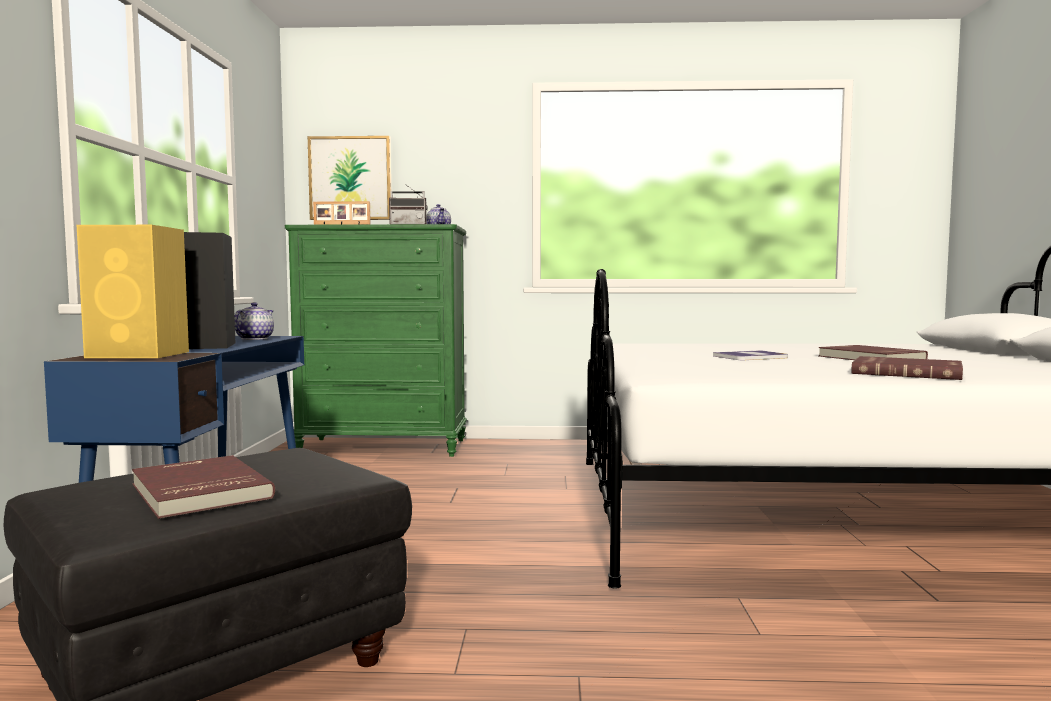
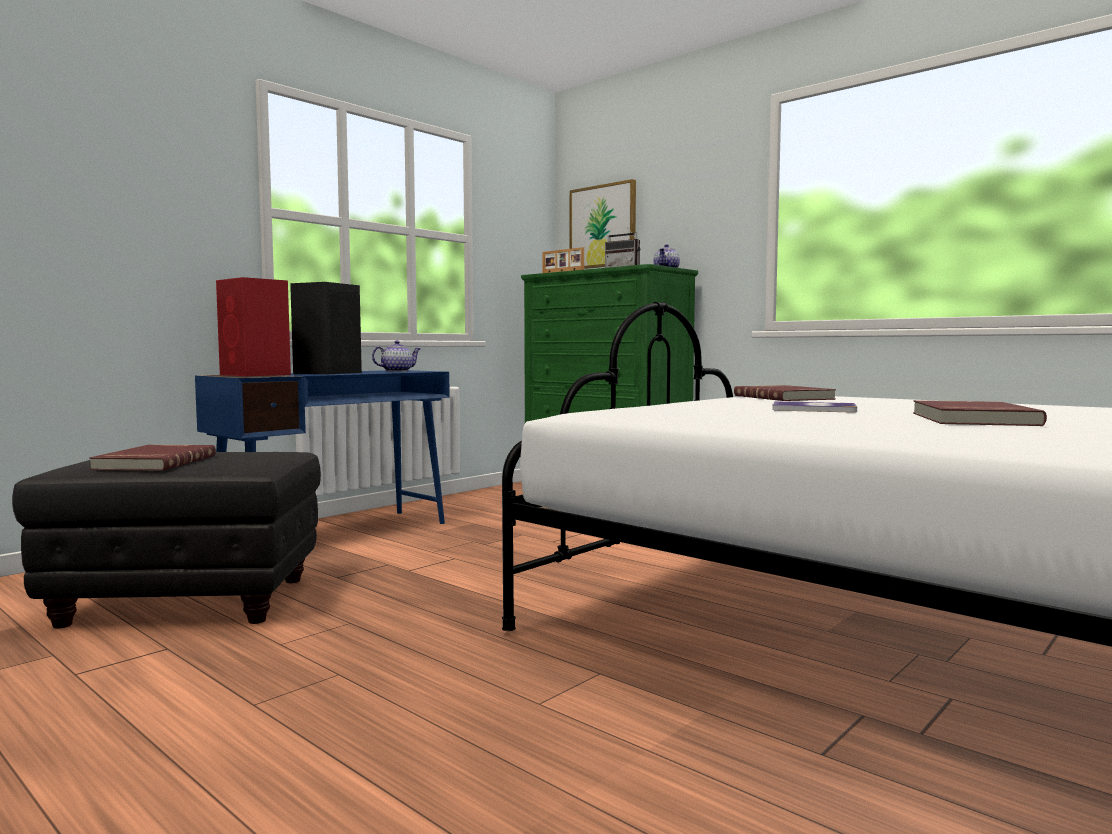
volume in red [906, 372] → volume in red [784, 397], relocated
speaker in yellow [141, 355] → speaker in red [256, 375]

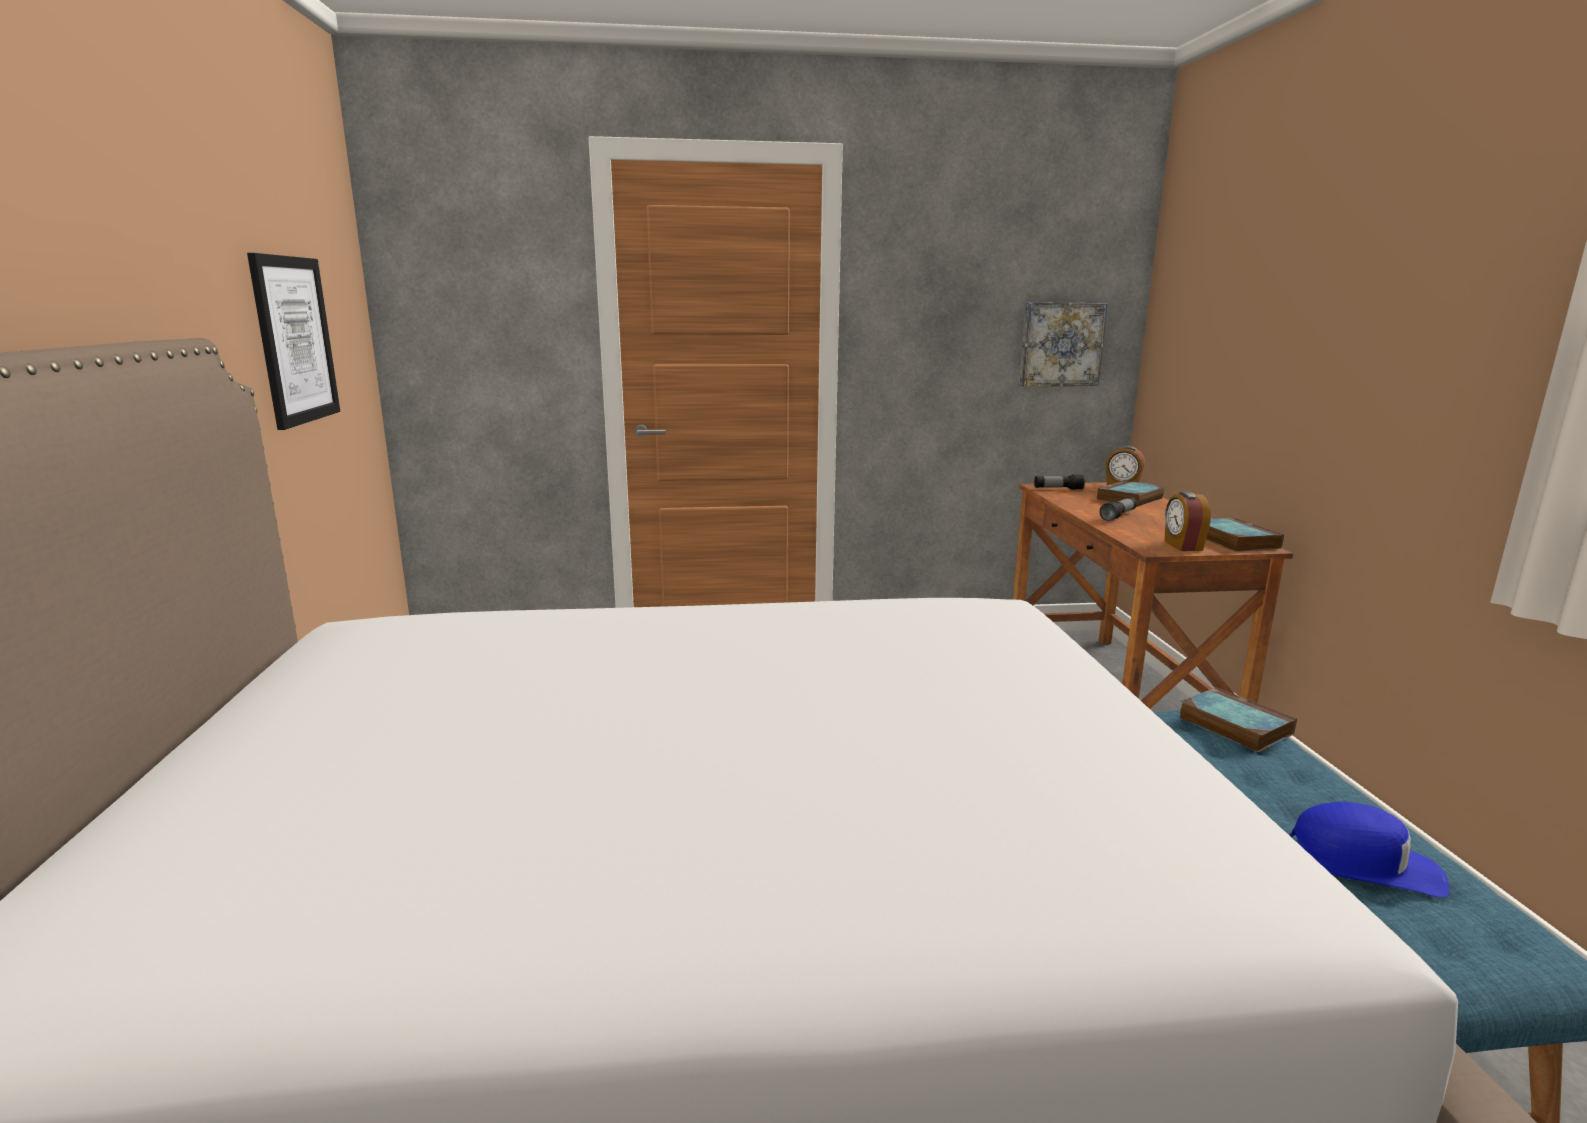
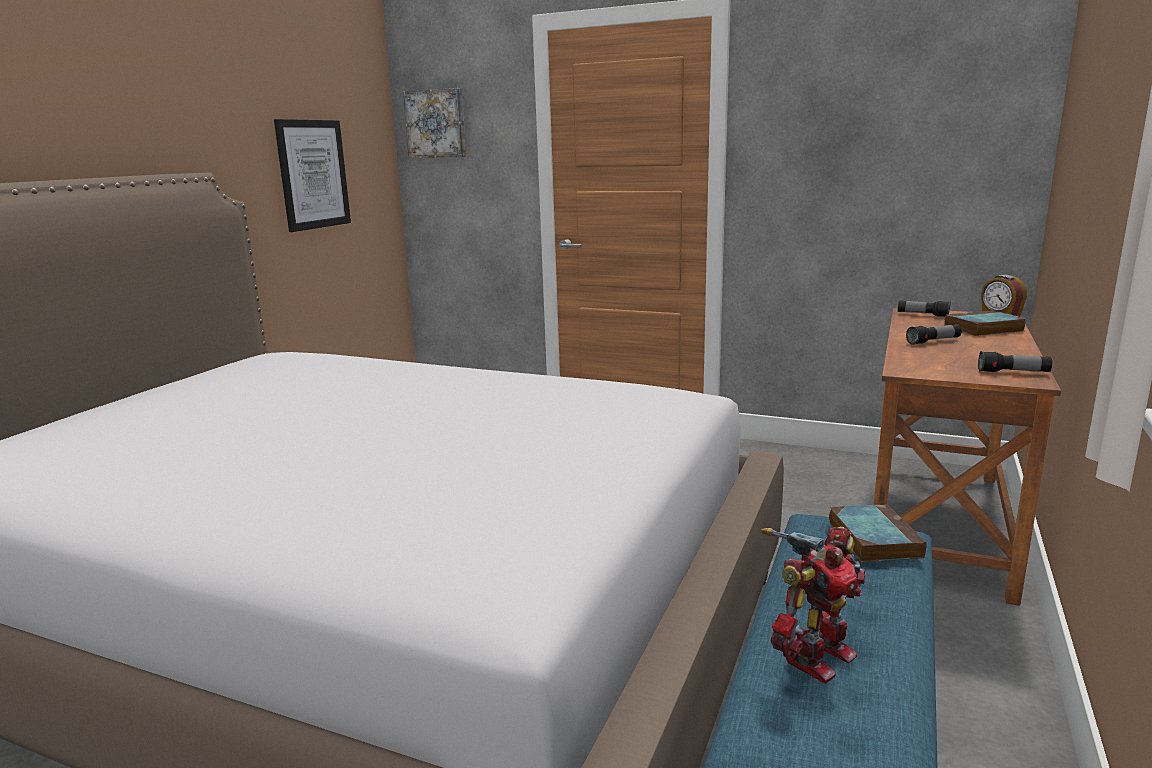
alarm clock [1182, 546] → -
wall picture [1060, 344] → wall picture [436, 123], relocated
volume [1232, 540] → torch [1013, 372]
peaked cap in blue [1364, 863] → robot figure [815, 656]

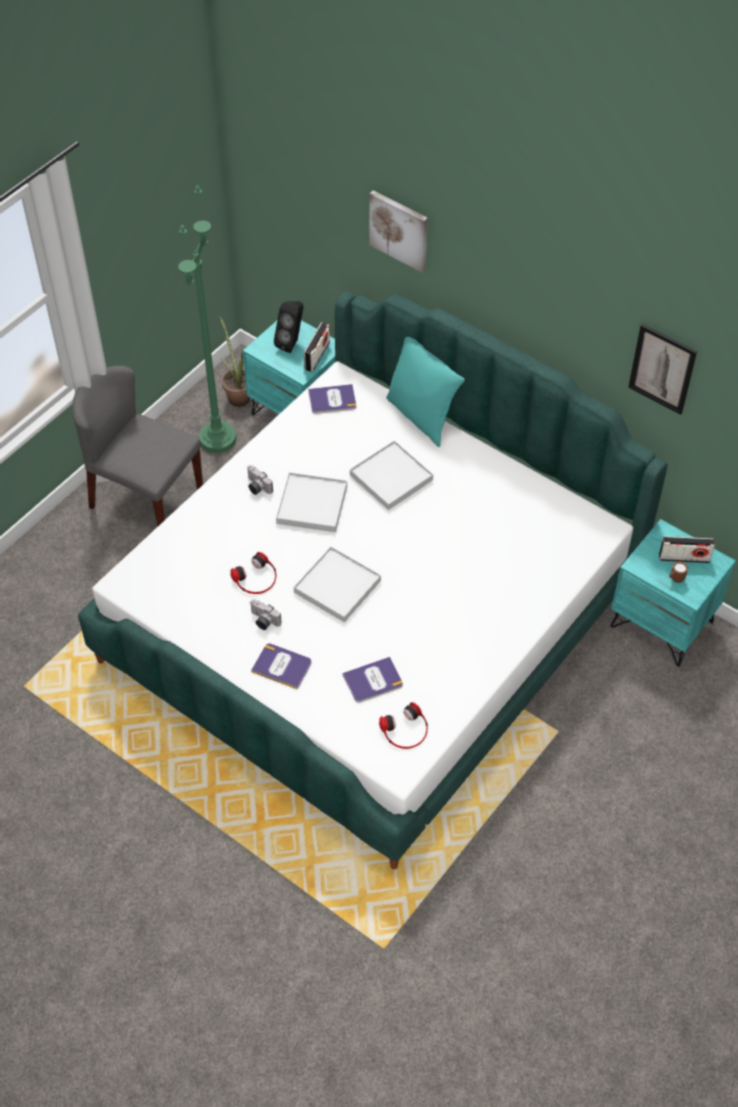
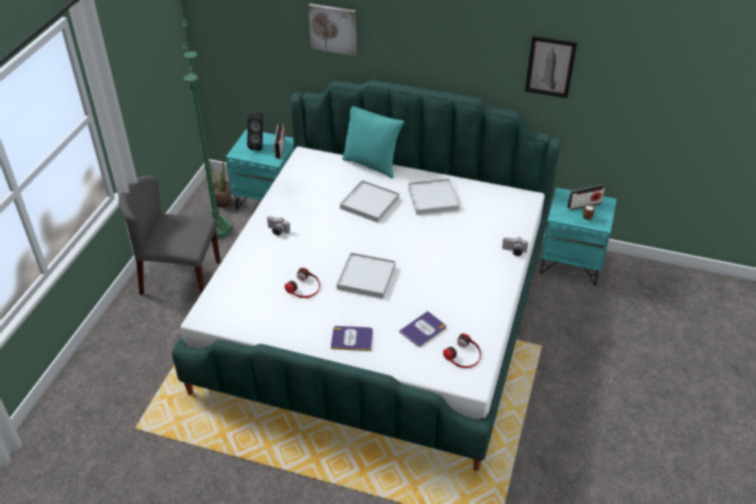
volume [332, 400] → -
photo camera [263, 621] → photo camera [514, 251], relocated
carrying tray in white [311, 504] → carrying tray in white [432, 199], relocated

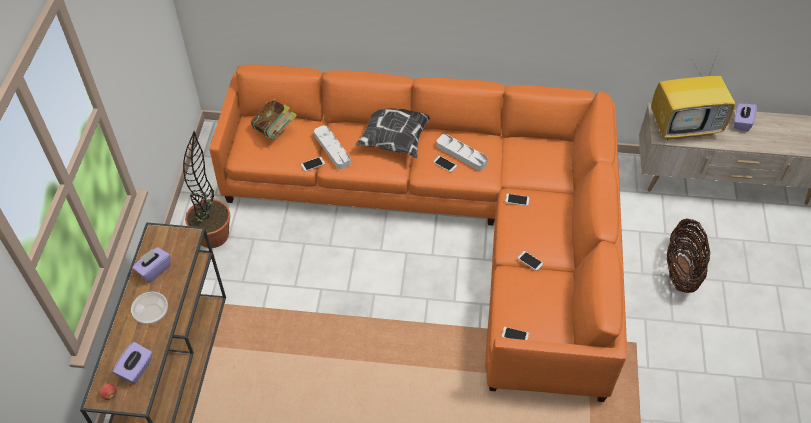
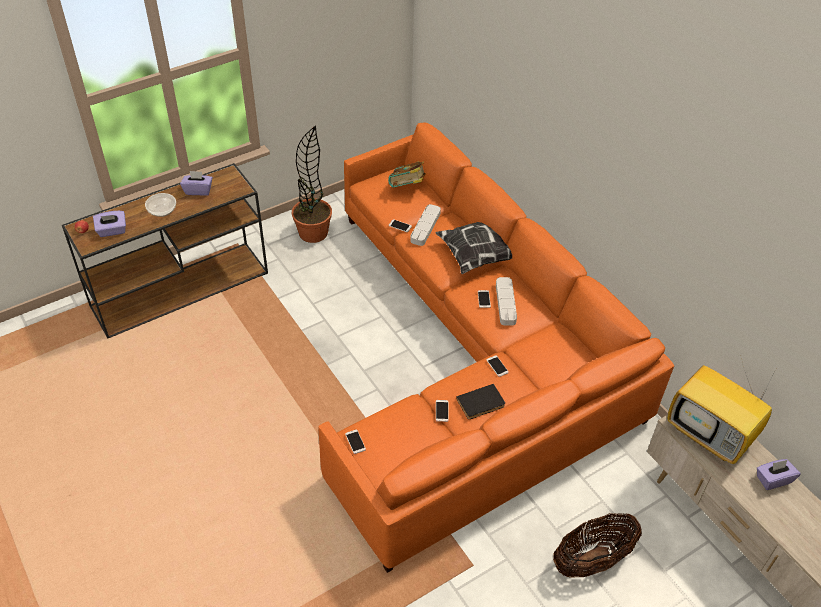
- → volume in blackish [481, 404]

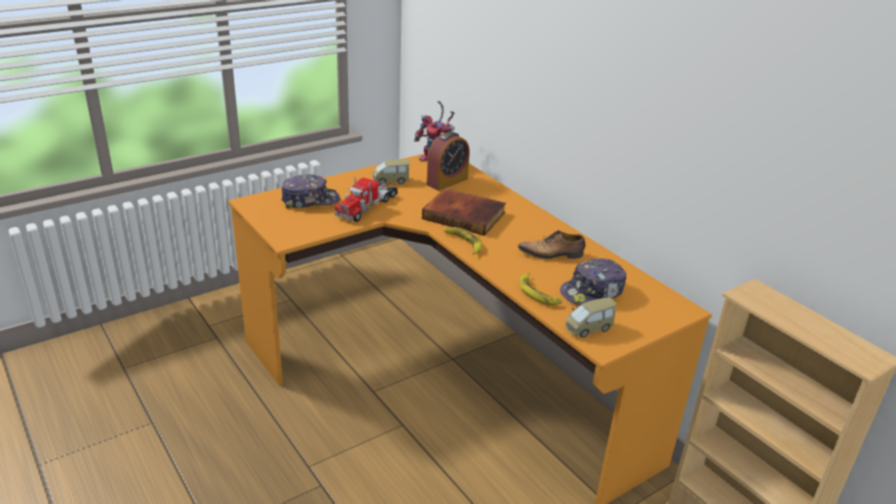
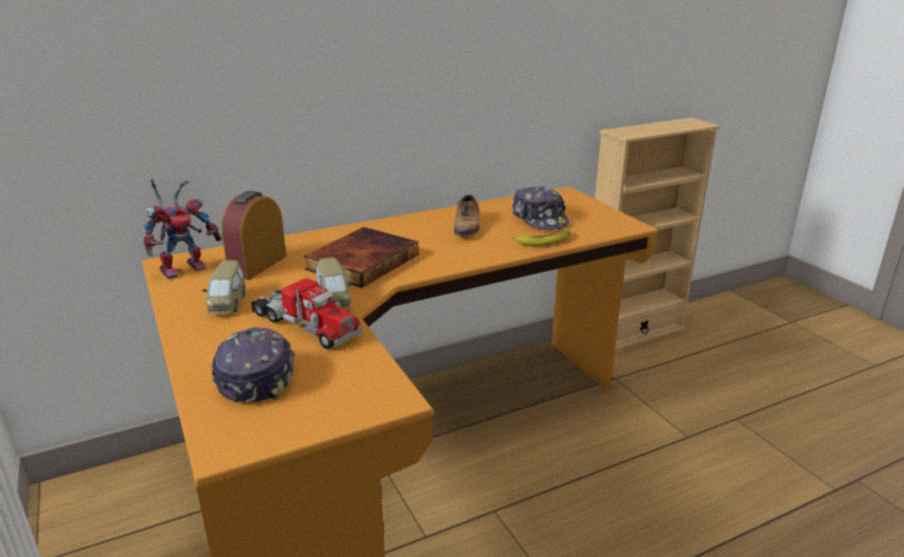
banana fruit [463, 242] → -
miniature car [588, 328] → miniature car [334, 300], relocated
alarm clock [447, 181] → alarm clock [258, 265], 120 degrees counterclockwise

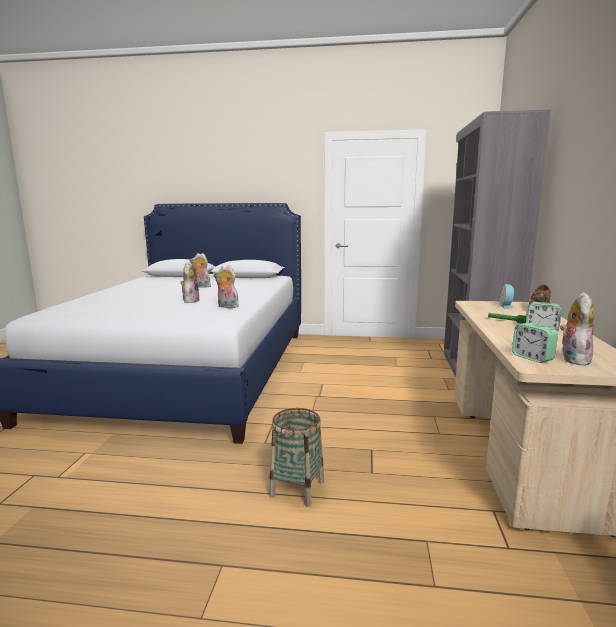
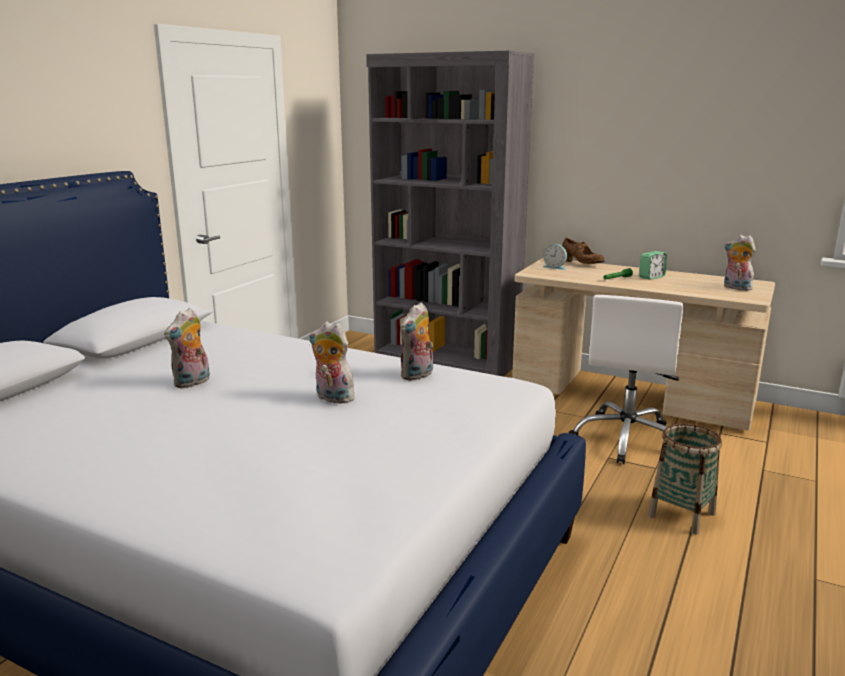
alarm clock [532, 358] → -
- → desk chair in white [626, 439]

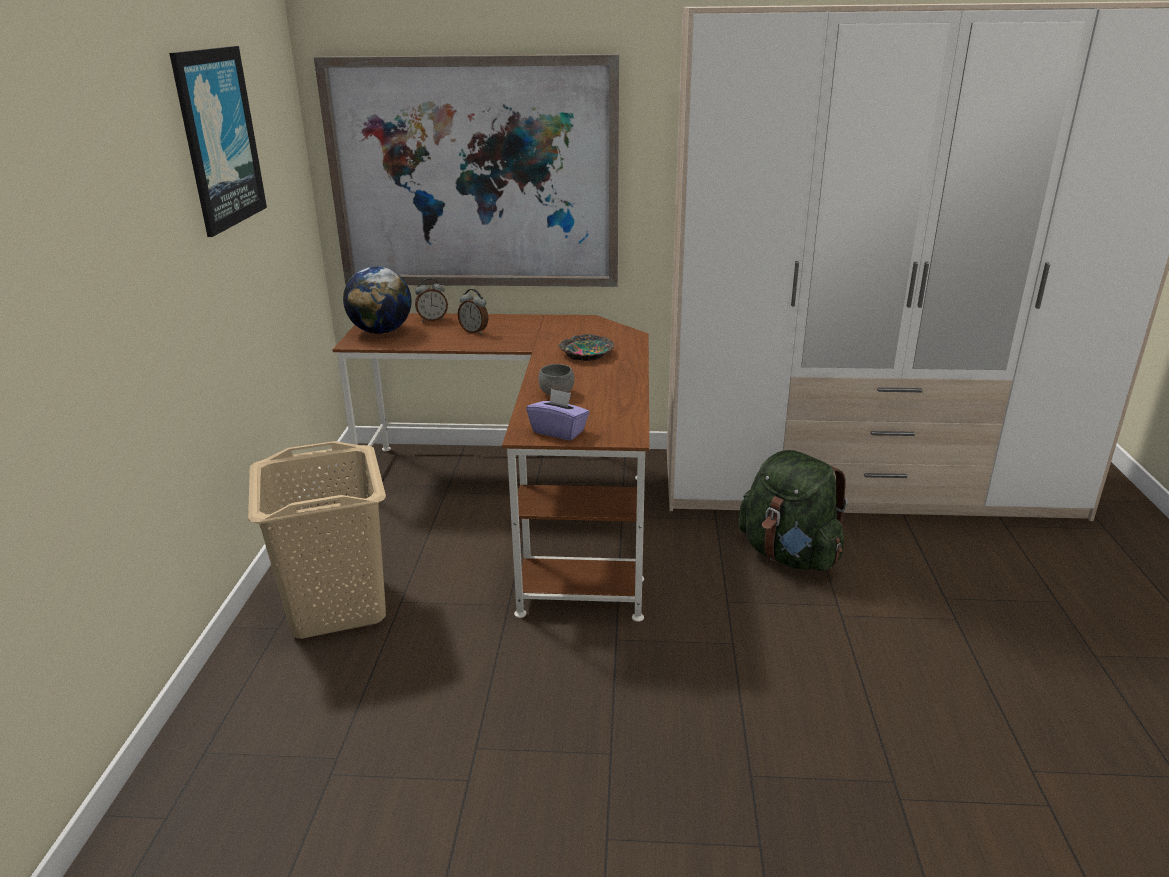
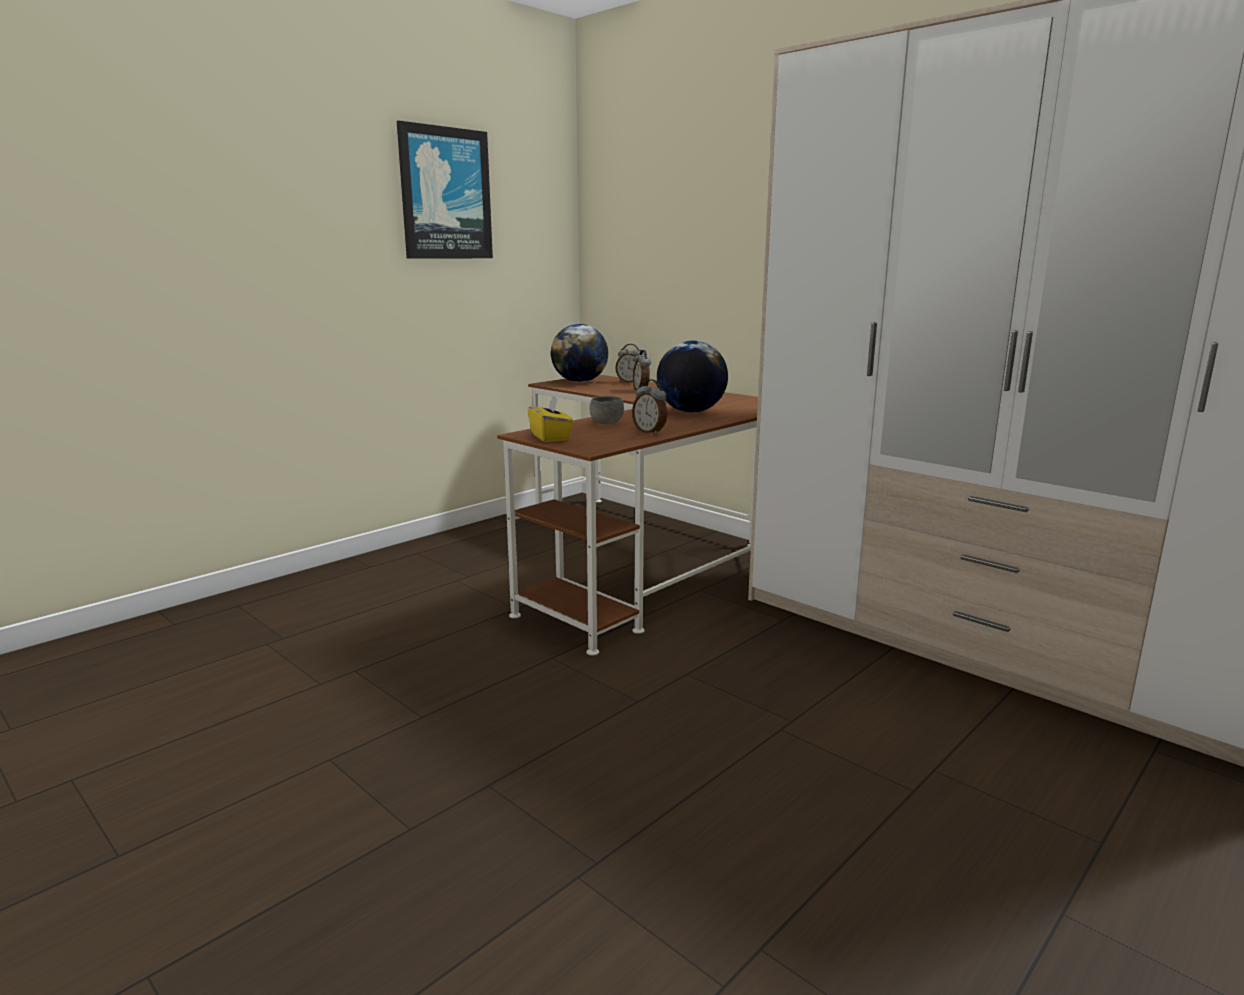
washing basket in sand-coloured [336, 606] → -
wall picture [475, 174] → -
knapsack in green-coloured [789, 555] → -
- → alarm clock [650, 432]
bowl [586, 354] → globe [691, 412]
tissue box in purple [559, 431] → tissue box in yellow [551, 437]

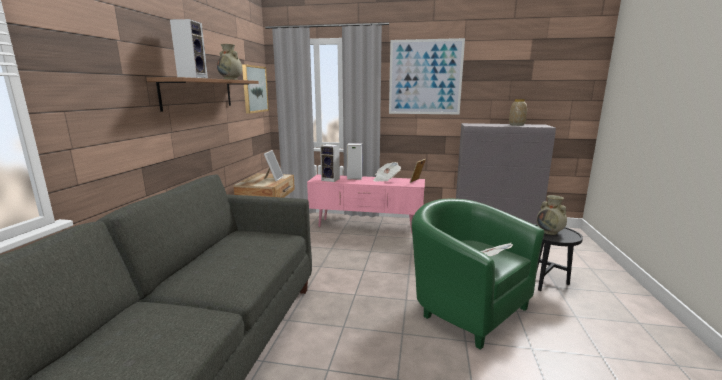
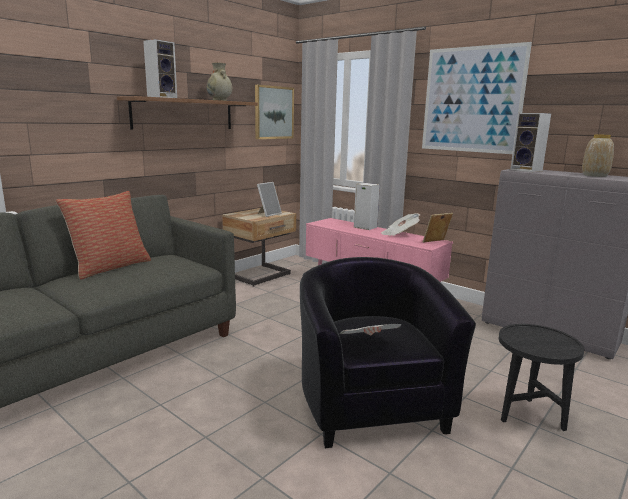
vase in sand-coloured [550, 232] → -
- → throw pillow [110, 267]
speaker [331, 179] → speaker [527, 170], relocated
armchair in green-coloured [465, 307] → armchair in blackish [370, 404]

